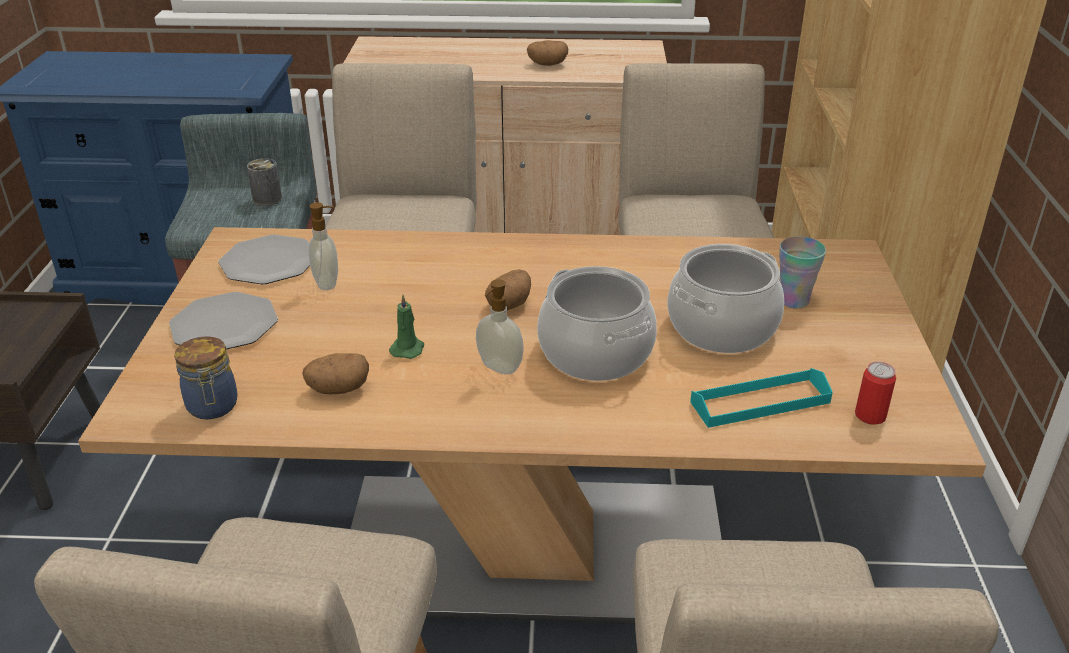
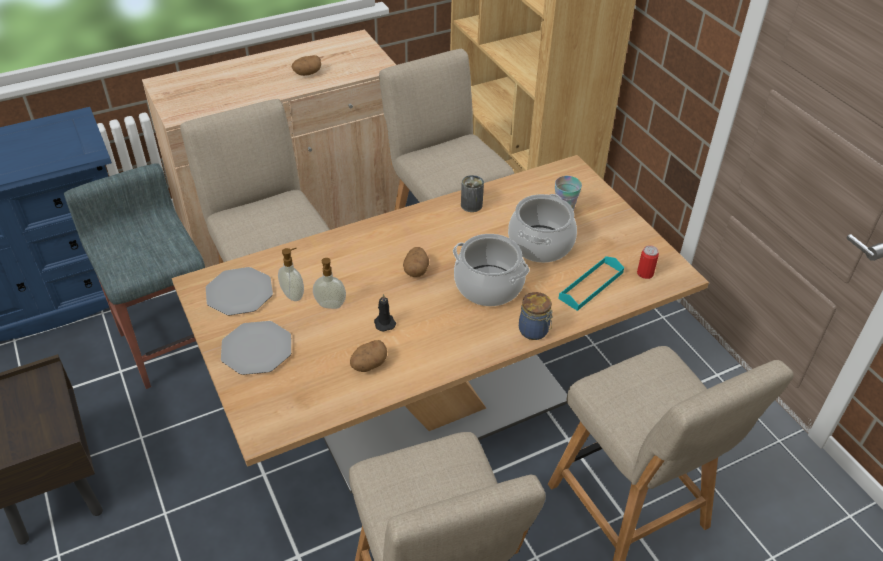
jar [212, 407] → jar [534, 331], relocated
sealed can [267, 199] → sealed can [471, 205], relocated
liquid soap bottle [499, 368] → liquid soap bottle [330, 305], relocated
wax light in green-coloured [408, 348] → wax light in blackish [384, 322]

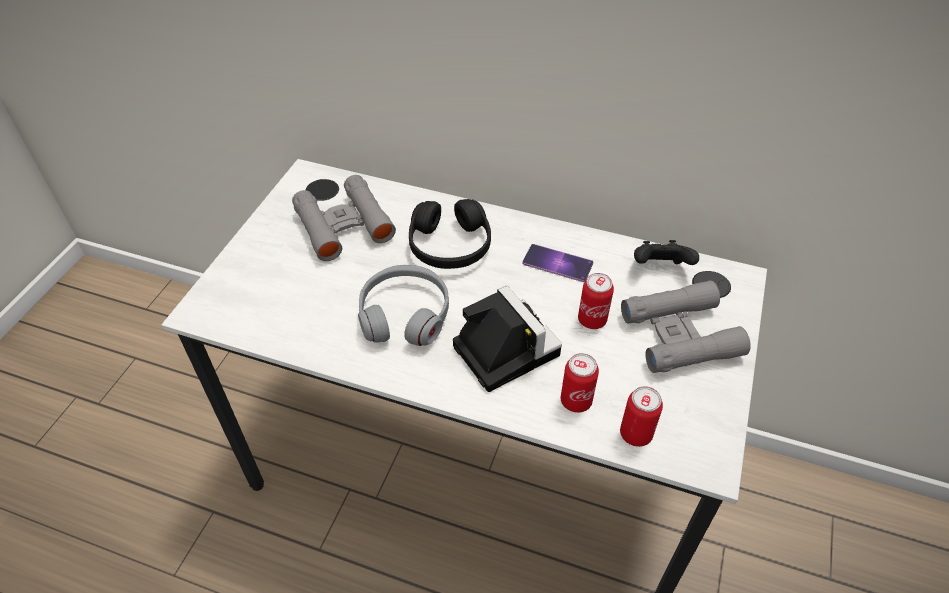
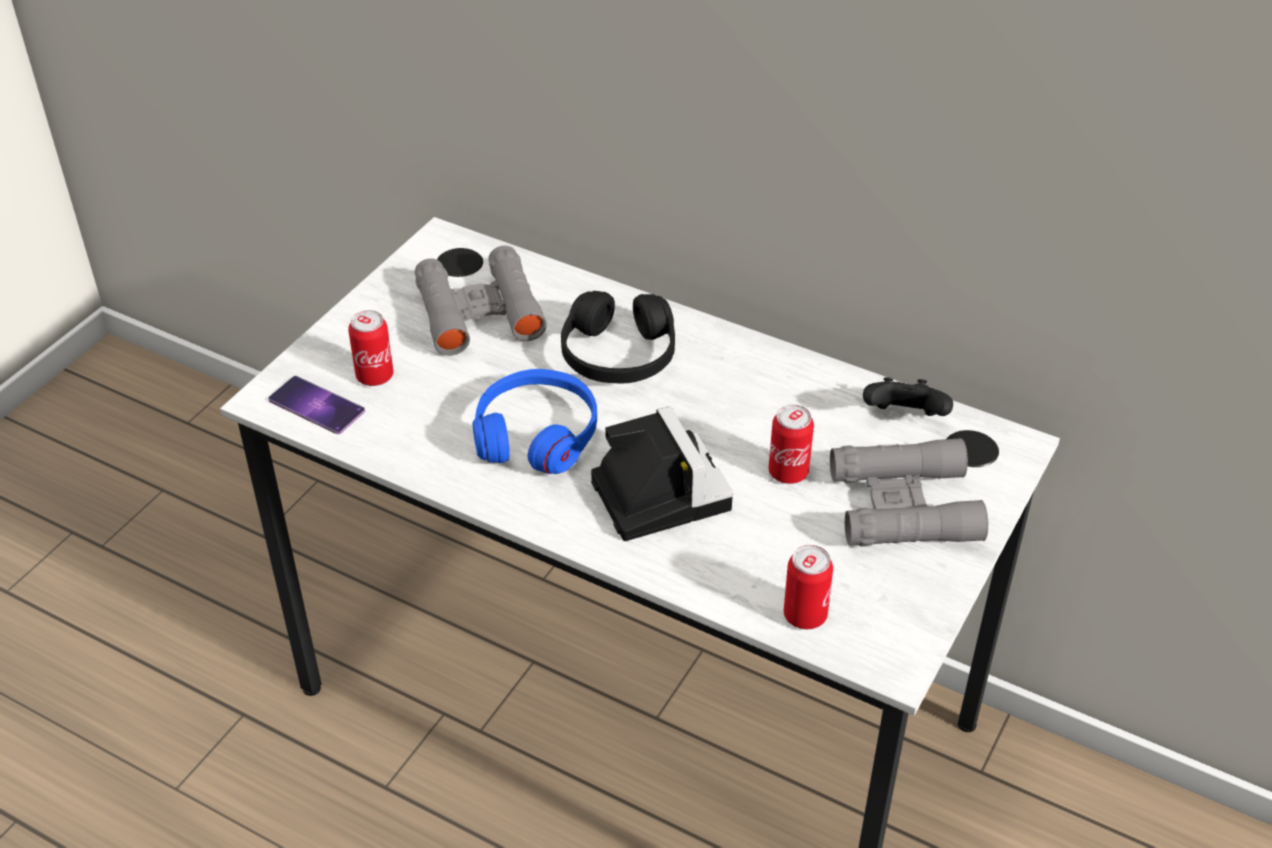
handset [557, 263] → handset [316, 405], relocated
sealed can [576, 401] → sealed can [375, 376], relocated
pair of headphones in gray [405, 314] → pair of headphones in blue [536, 434]

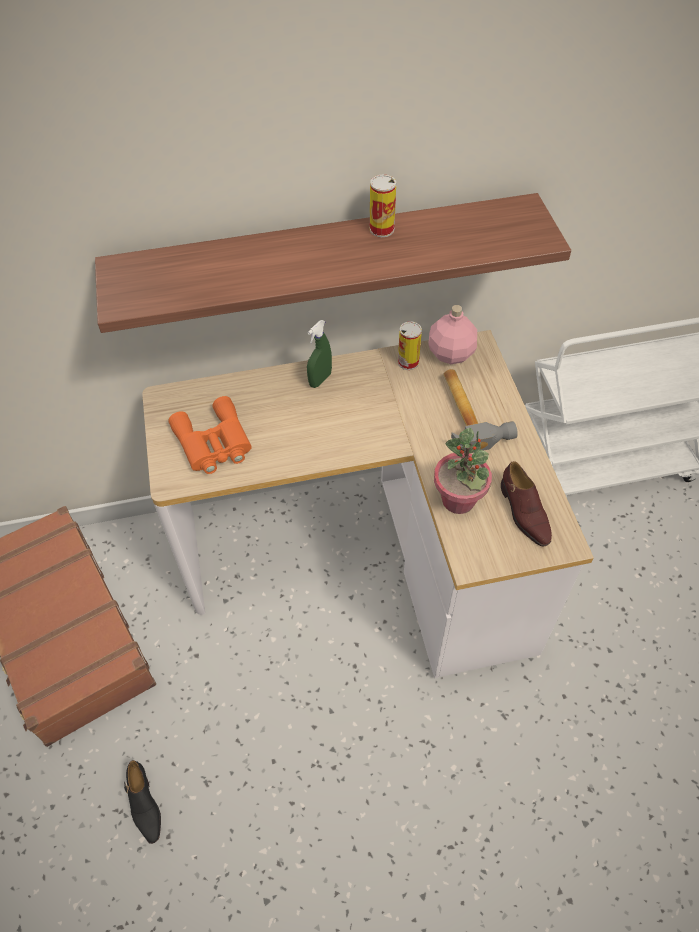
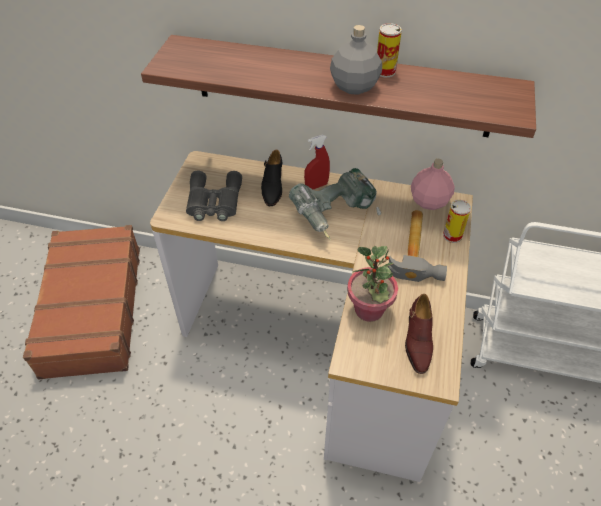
- → power drill [336, 216]
- → bottle in gray [355, 86]
item of footwear in blackish [144, 805] → item of footwear in blackish [272, 186], relocated
sealed can [408, 362] → sealed can [452, 235], relocated
pair of binoculars in orange-coloured [213, 443] → pair of binoculars in gray [213, 202]
spray bottle in green-coloured [320, 379] → spray bottle in red [316, 186]

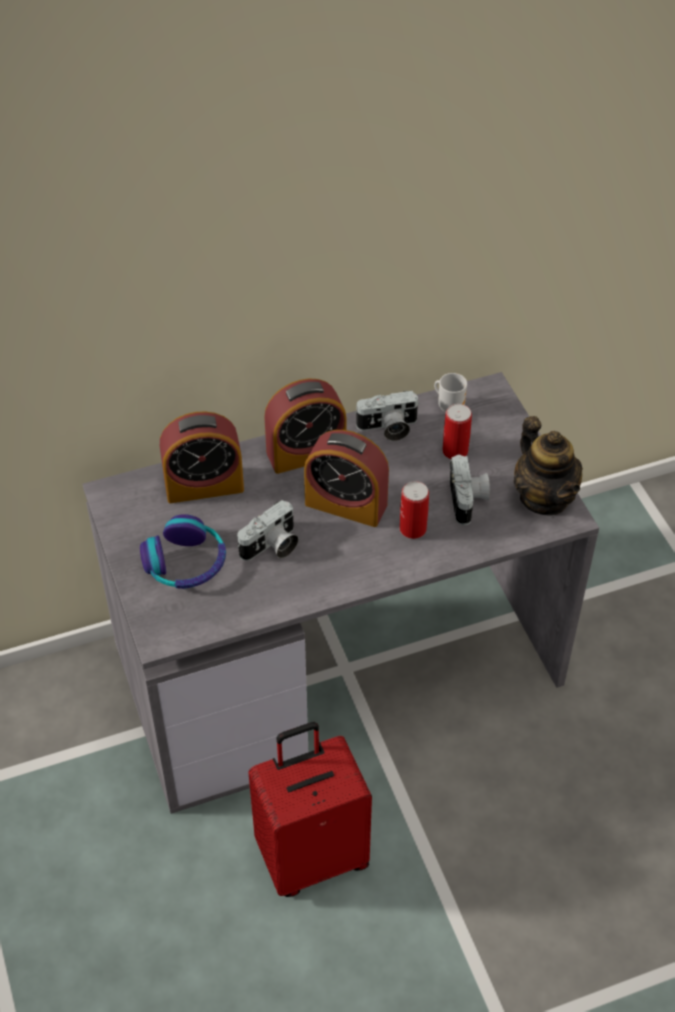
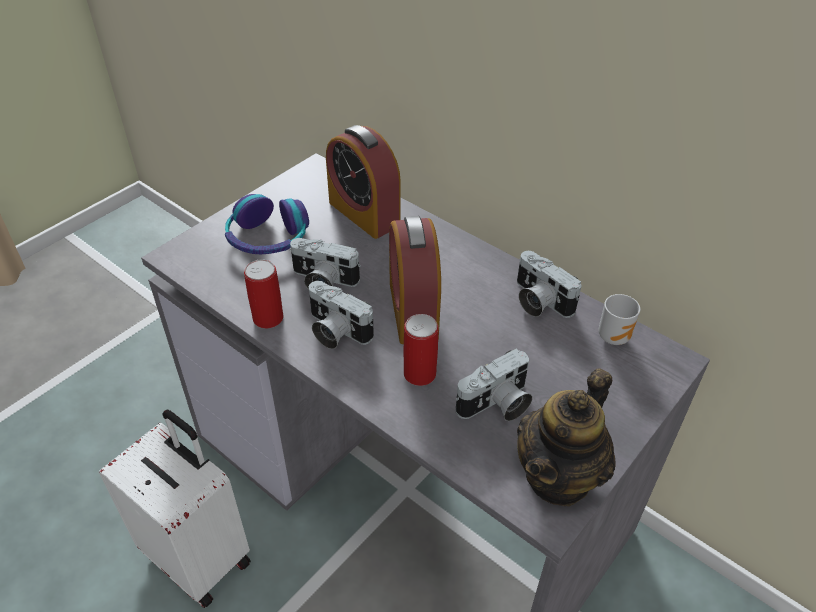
alarm clock [306, 453] → -
- → photo camera [335, 331]
sealed can [455, 451] → sealed can [268, 318], relocated
suitcase in red [312, 855] → suitcase in white [199, 556]

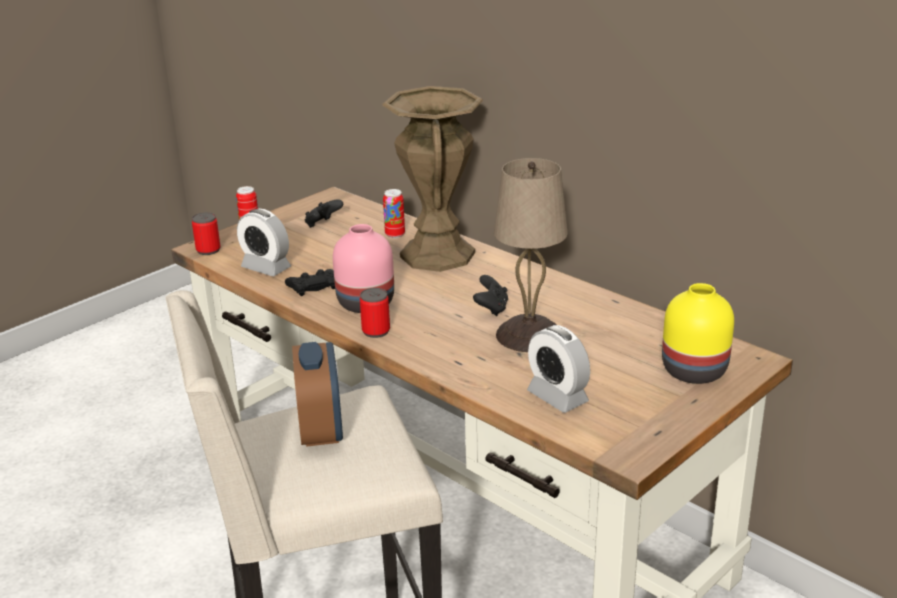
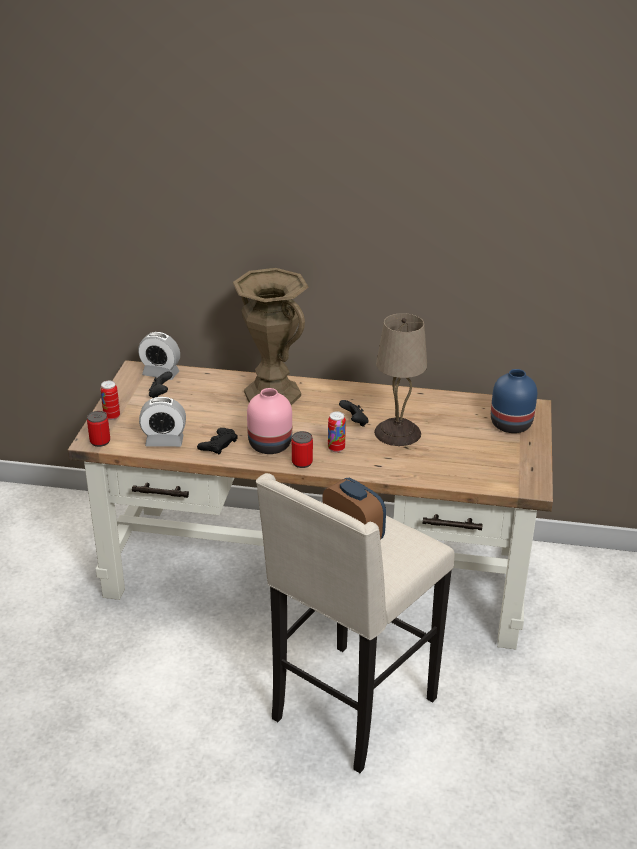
sealed can [395, 235] → sealed can [336, 448], relocated
alarm clock [557, 397] → alarm clock [161, 374], relocated
vase in yellow [692, 370] → vase in blue [509, 424]

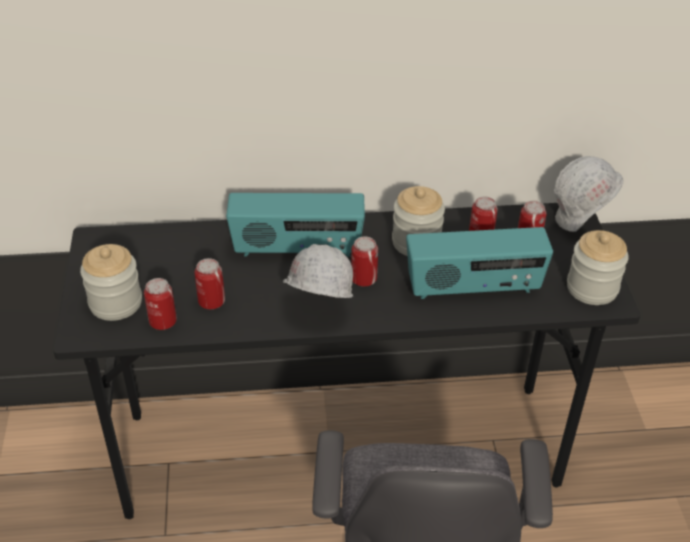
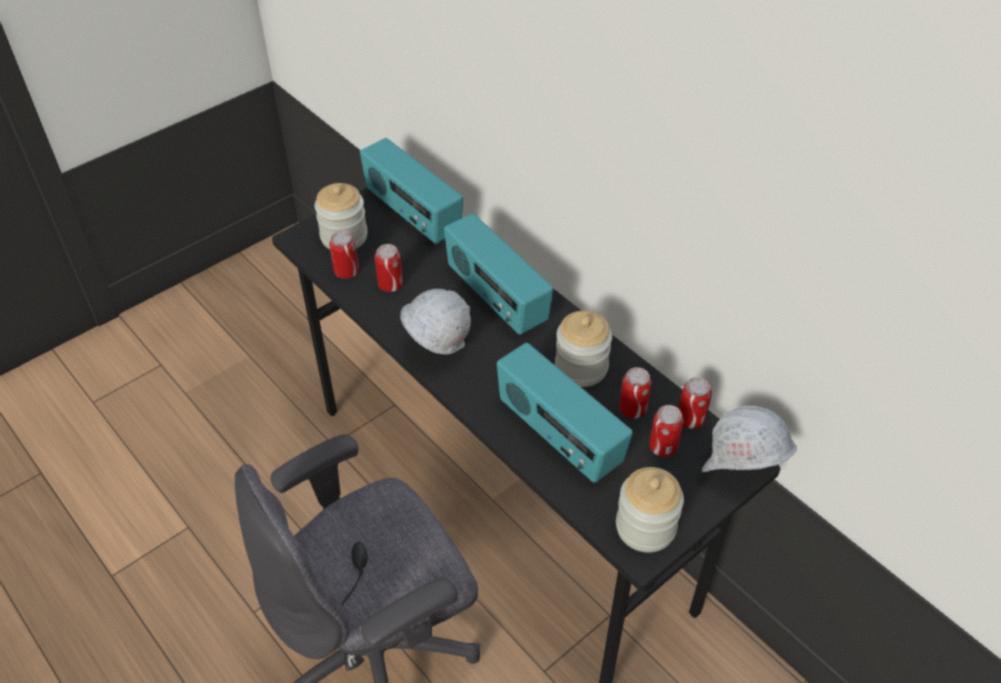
- → radio [412, 215]
sealed can [363, 279] → sealed can [690, 419], relocated

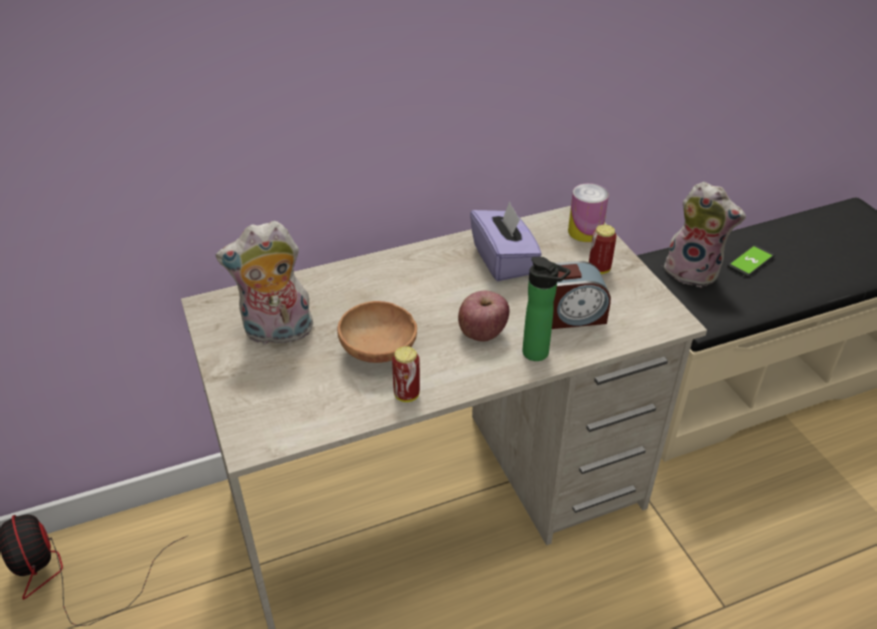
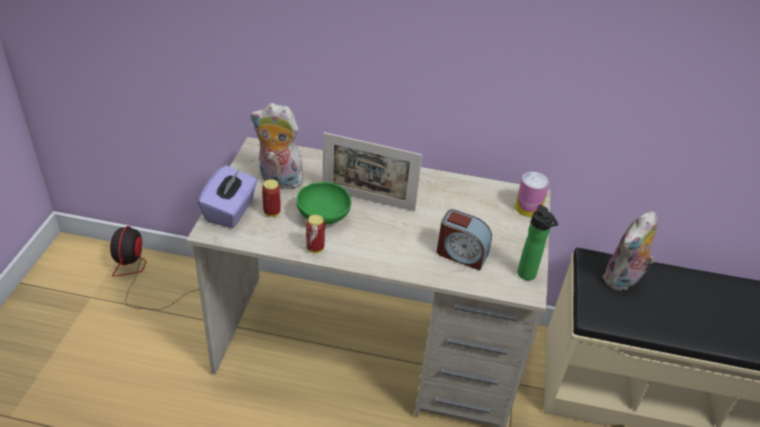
whole apple [482, 332] → -
handset [750, 261] → -
- → standing frame [368, 200]
tissue box in purple [503, 261] → tissue box in purple [230, 211], relocated
bottle [539, 354] → bottle [528, 276], relocated
sealed can [599, 269] → sealed can [272, 212], relocated
bowl in brownish [380, 352] → bowl in green-coloured [324, 217]
soft toy [693, 272] → soft toy [622, 280], 75 degrees clockwise

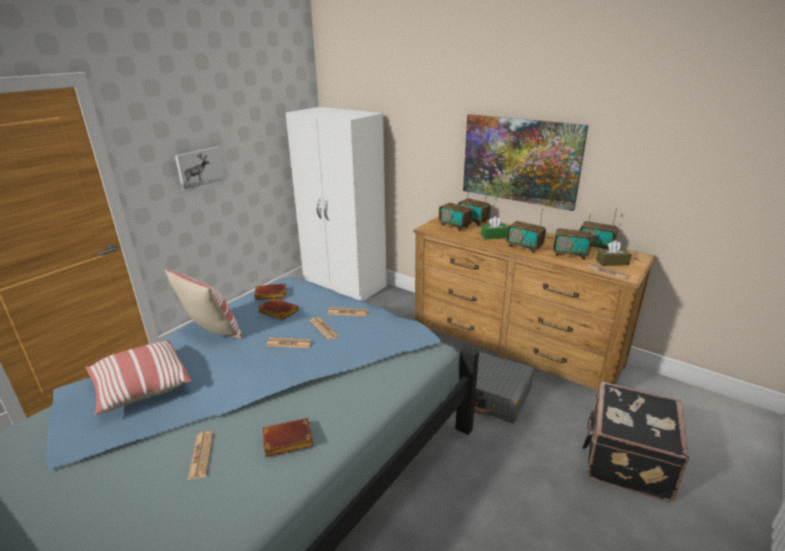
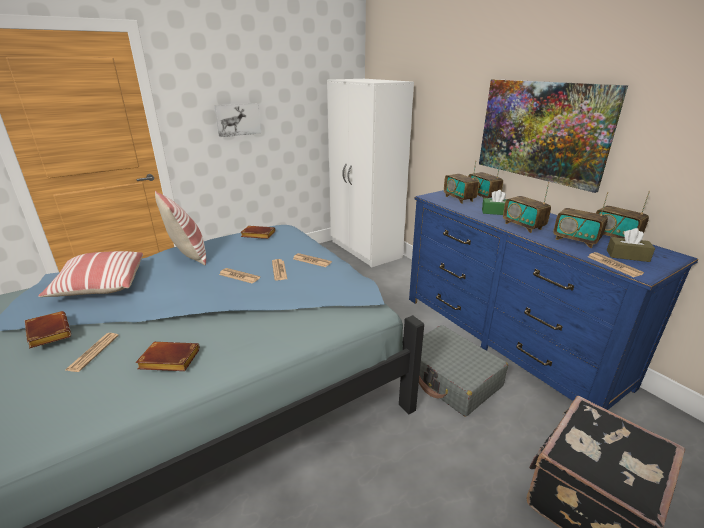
volume in brownish [277, 312] → volume in brownish [47, 333], relocated
dresser in brownish [513, 345] → dresser in blue [505, 337]

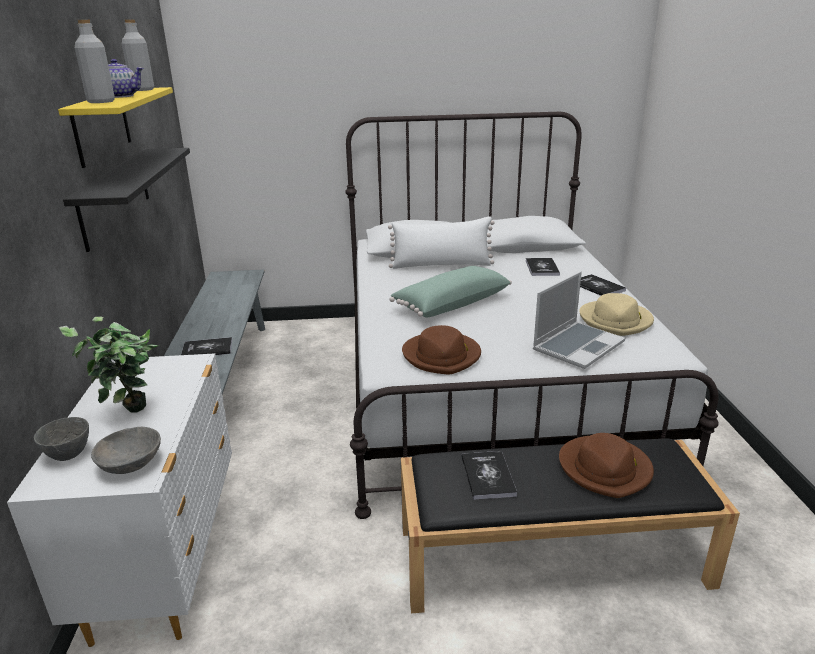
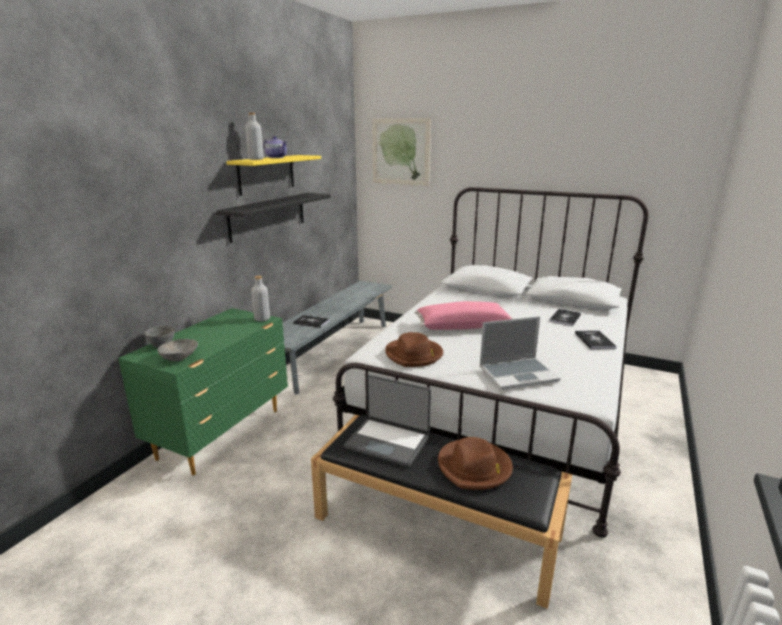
potted plant [130, 416] → -
throw pillow in white [441, 265] → -
hat in sand-coloured [616, 320] → -
- → wall picture [400, 151]
bottle in gray [142, 90] → bottle in gray [262, 319], relocated
volume [487, 476] → portable computer [388, 441]
dresser in white [166, 558] → dresser in green-coloured [223, 433]
throw pillow in green-coloured [450, 304] → throw pillow in pinkish [462, 326]

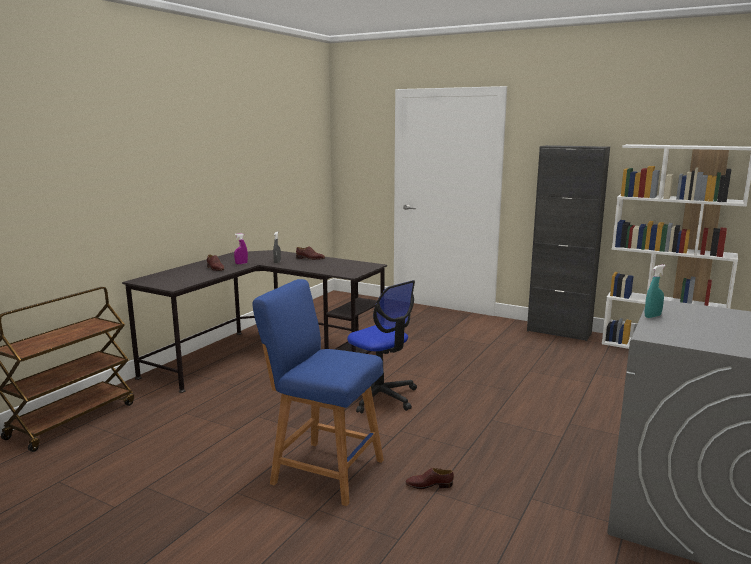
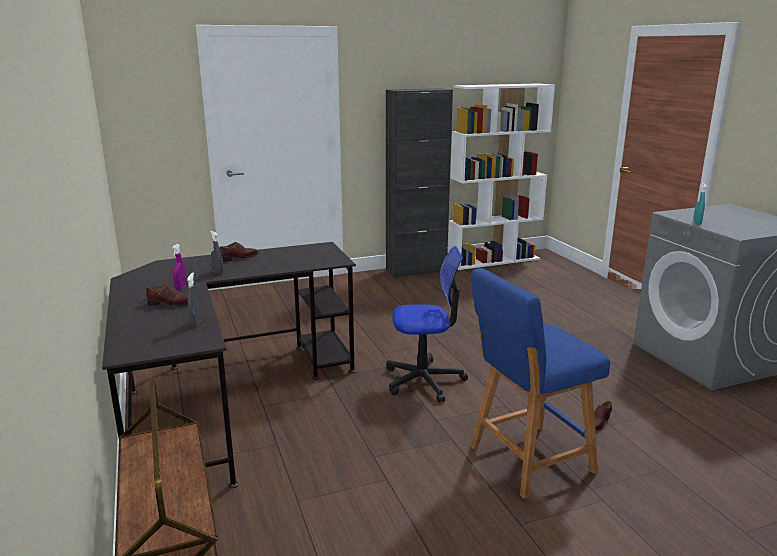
- → spray bottle in gray [195, 323]

